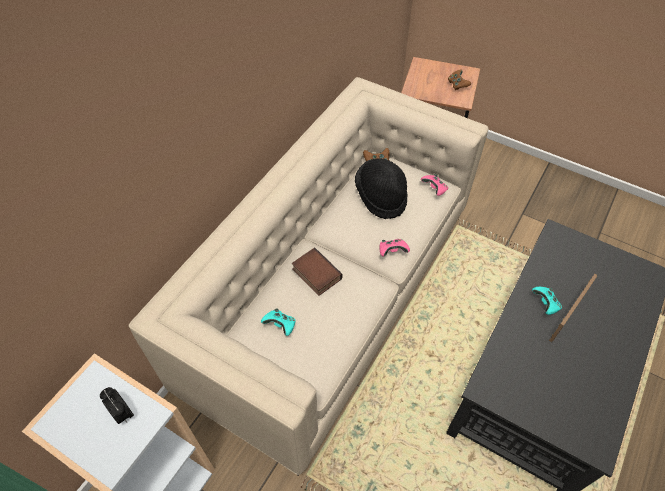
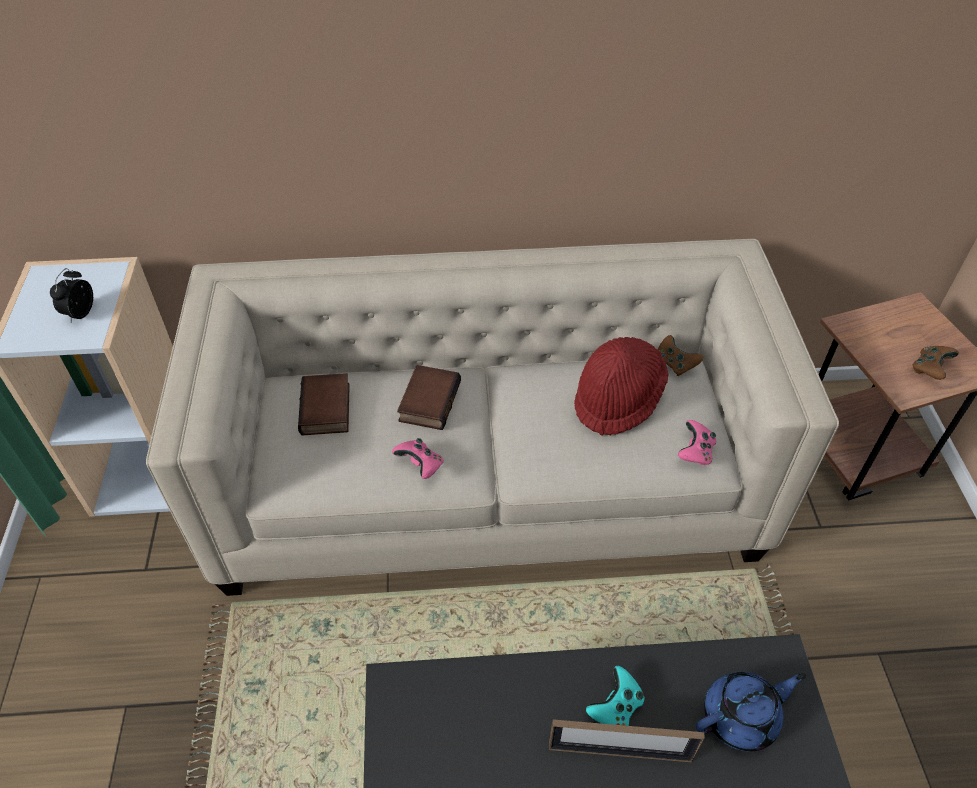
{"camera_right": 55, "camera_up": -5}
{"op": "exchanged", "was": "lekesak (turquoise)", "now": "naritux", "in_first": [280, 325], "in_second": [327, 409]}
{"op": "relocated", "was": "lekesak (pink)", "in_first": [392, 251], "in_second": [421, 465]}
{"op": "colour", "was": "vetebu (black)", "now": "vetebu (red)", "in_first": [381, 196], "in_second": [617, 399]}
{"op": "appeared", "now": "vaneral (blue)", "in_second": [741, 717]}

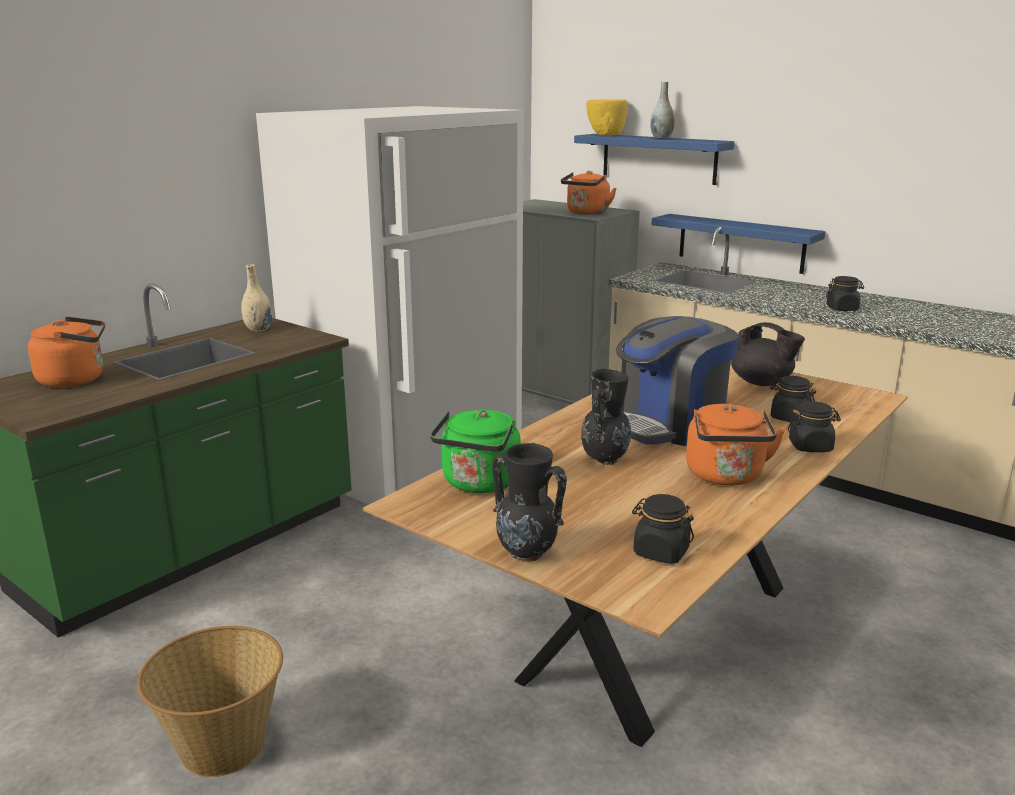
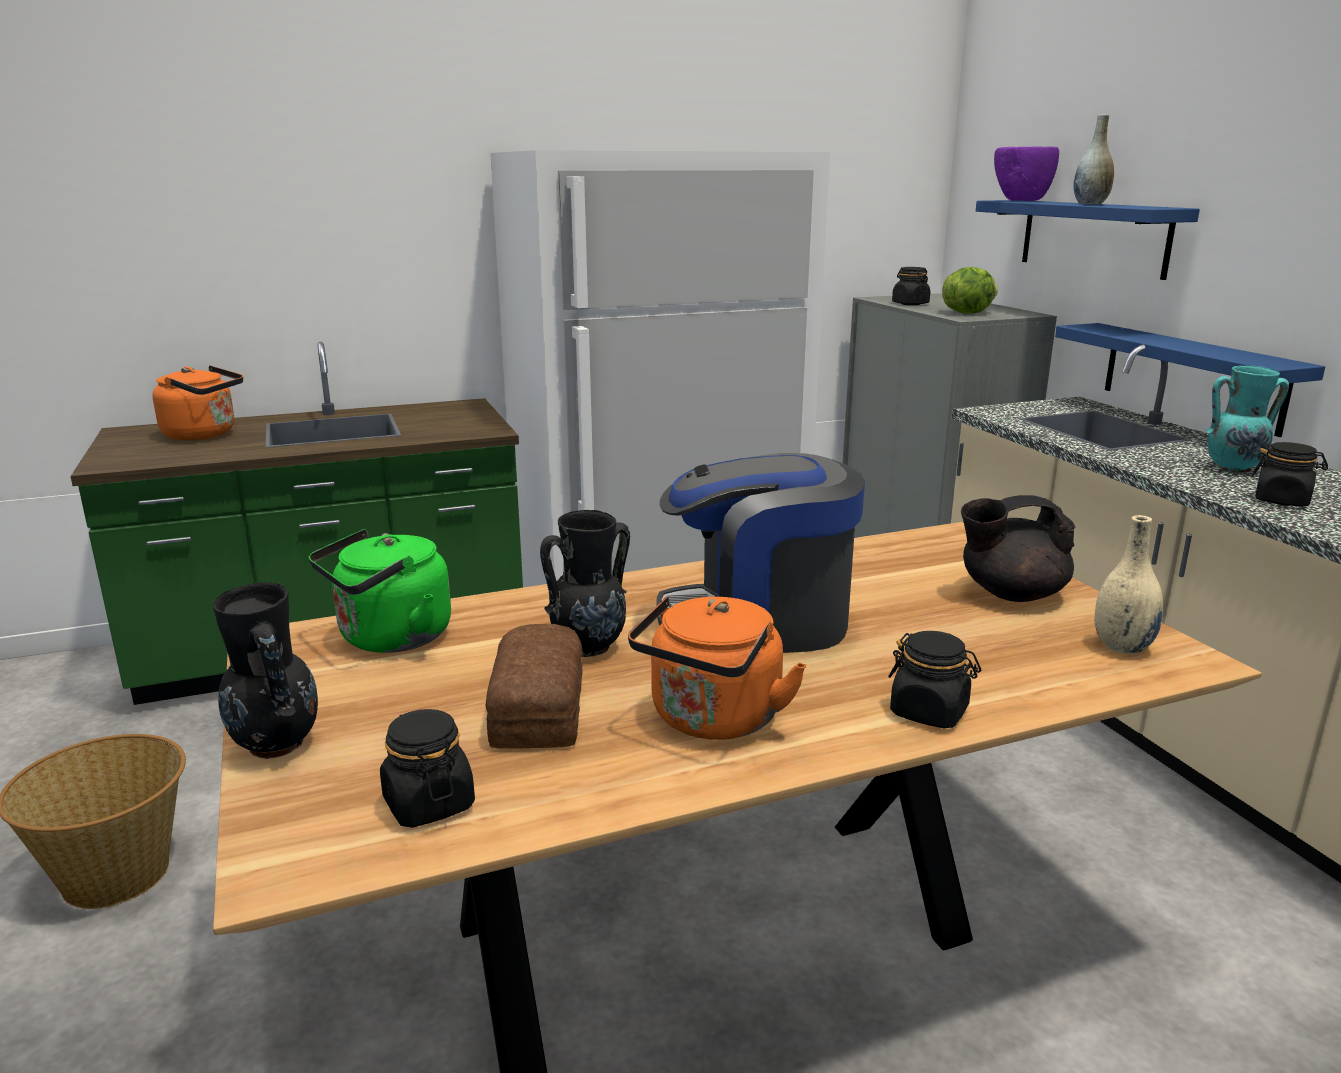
{"camera_right": 30, "camera_up": 0}
{"op": "appeared", "now": "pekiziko", "in_second": [541, 708]}
{"op": "relocated", "was": "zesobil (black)", "in_first": [790, 418], "in_second": [910, 304]}
{"op": "exchanged", "was": "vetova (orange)", "now": "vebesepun", "in_first": [587, 213], "in_second": [966, 313]}
{"op": "spun", "was": "vaneral (black)", "in_first": [762, 383], "in_second": [1010, 594], "clockwise": 105}
{"op": "colour", "was": "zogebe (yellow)", "now": "zogebe (purple)", "in_first": [605, 135], "in_second": [1021, 201]}
{"op": "relocated", "was": "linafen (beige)", "in_first": [258, 329], "in_second": [1122, 647]}
{"op": "appeared", "now": "linafen (turquoise)", "in_second": [1234, 469]}

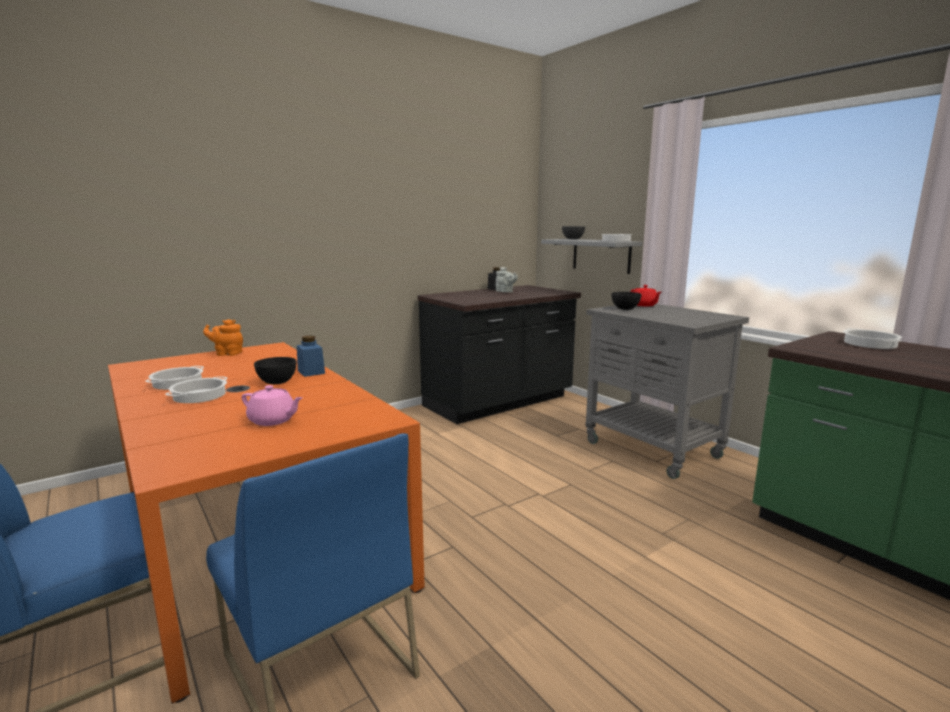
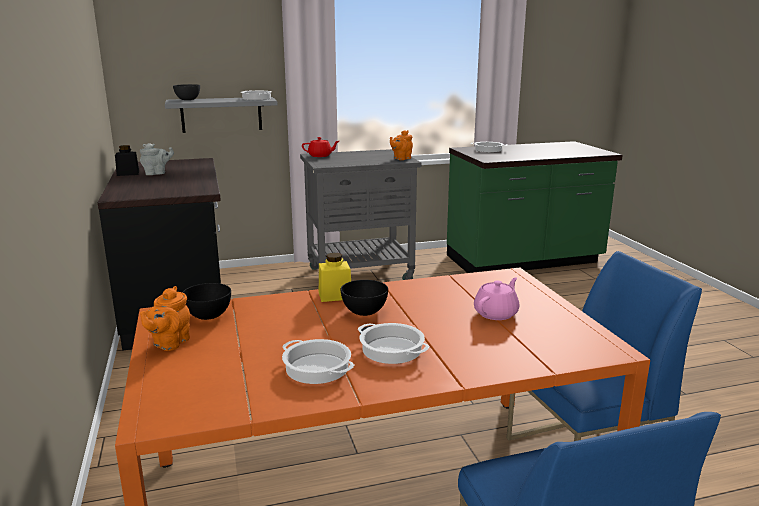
{"camera_right": -70, "camera_up": 5}
{"op": "relocated", "was": "zogebe (black)", "in_first": [625, 309], "in_second": [208, 315]}
{"op": "colour", "was": "zesobil (blue)", "now": "zesobil (yellow)", "in_first": [311, 372], "in_second": [335, 295]}
{"op": "appeared", "now": "vaneral (orange)", "in_second": [401, 158]}

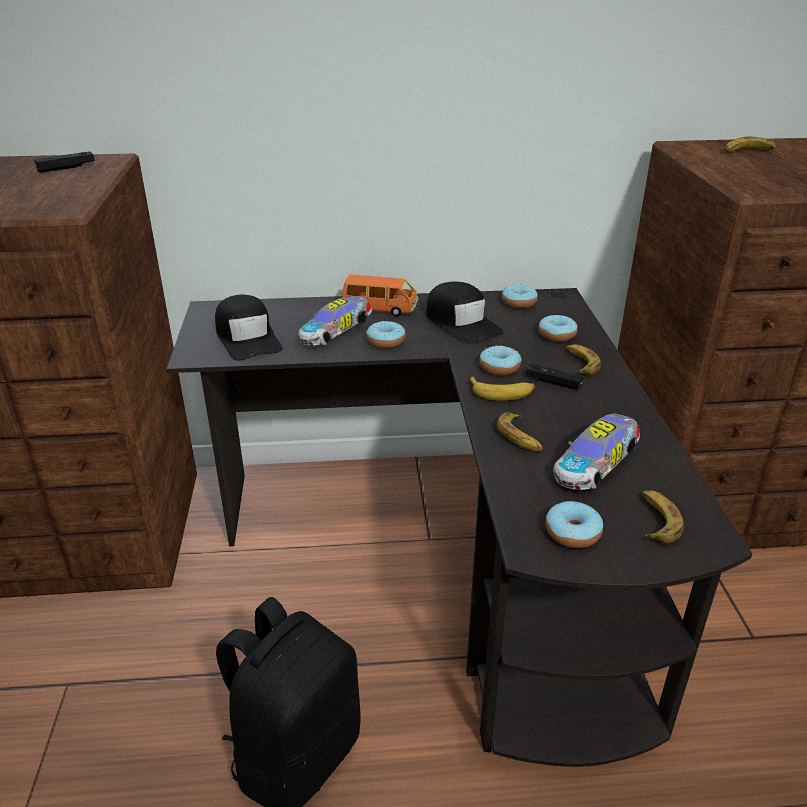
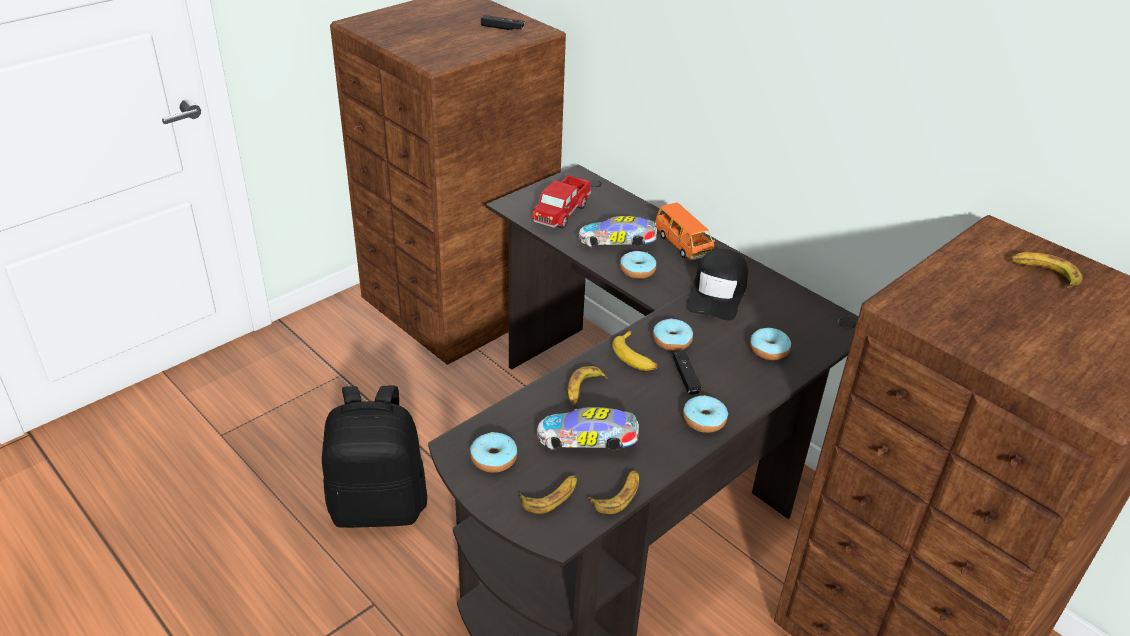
{"camera_right": 50, "camera_up": 5}
{"op": "exchanged", "was": "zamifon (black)", "now": "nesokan", "in_first": [247, 338], "in_second": [561, 212]}
{"op": "relocated", "was": "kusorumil", "in_first": [580, 363], "in_second": [617, 495]}
{"op": "relocated", "was": "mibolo", "in_first": [519, 302], "in_second": [704, 420]}

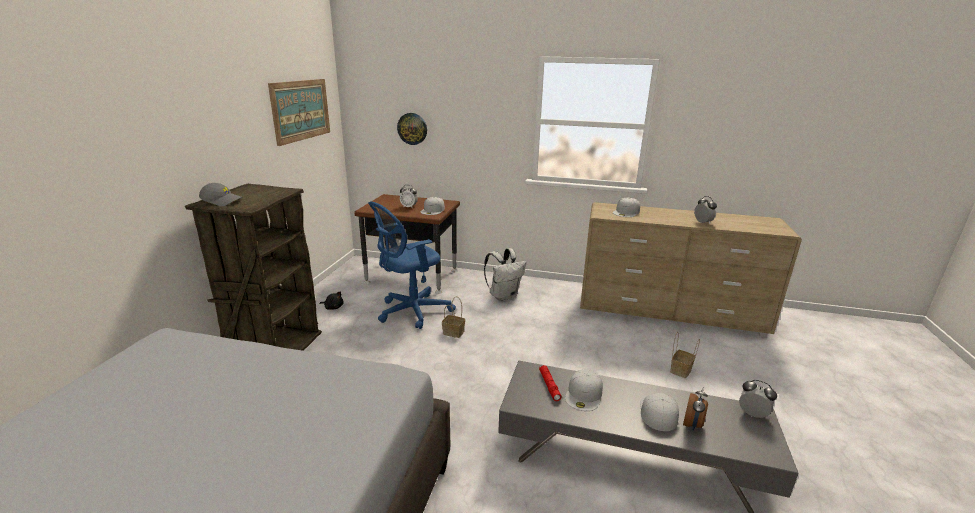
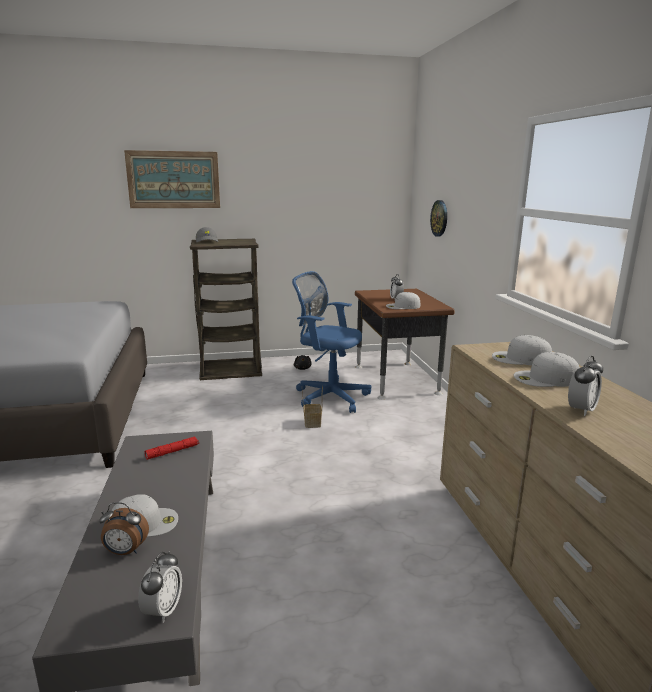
{"camera_right": 65, "camera_up": -5}
{"op": "relocated", "was": "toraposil", "in_first": [301, 110], "in_second": [173, 180]}
{"op": "relocated", "was": "zamifon (white)", "in_first": [584, 395], "in_second": [546, 378]}
{"op": "missing", "was": "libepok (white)", "in_first": [503, 295]}
{"op": "missing", "was": "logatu", "in_first": [680, 370]}

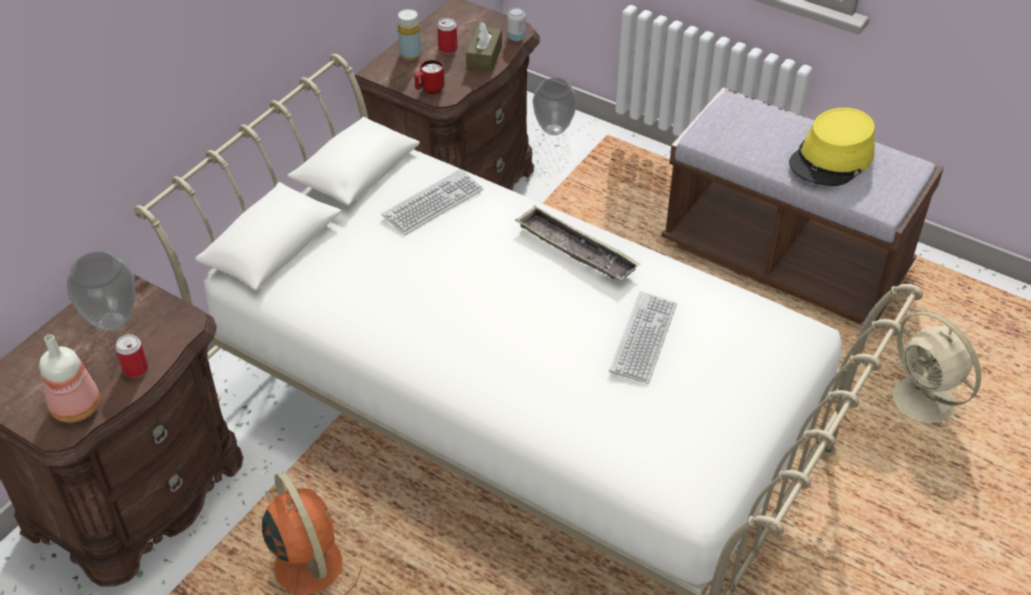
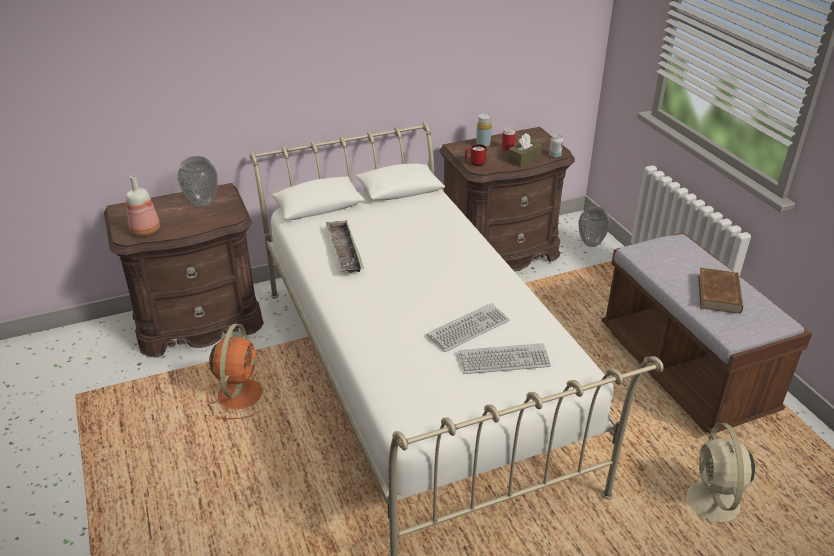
{"camera_right": 35, "camera_up": -10}
{"op": "relocated", "was": "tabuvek", "in_first": [576, 250], "in_second": [344, 250]}
{"op": "relocated", "was": "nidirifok", "in_first": [433, 203], "in_second": [504, 360]}
{"op": "exchanged", "was": "vetebu (yellow)", "now": "naritux (brown)", "in_first": [832, 159], "in_second": [719, 294]}
{"op": "missing", "was": "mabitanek", "in_first": [136, 369]}

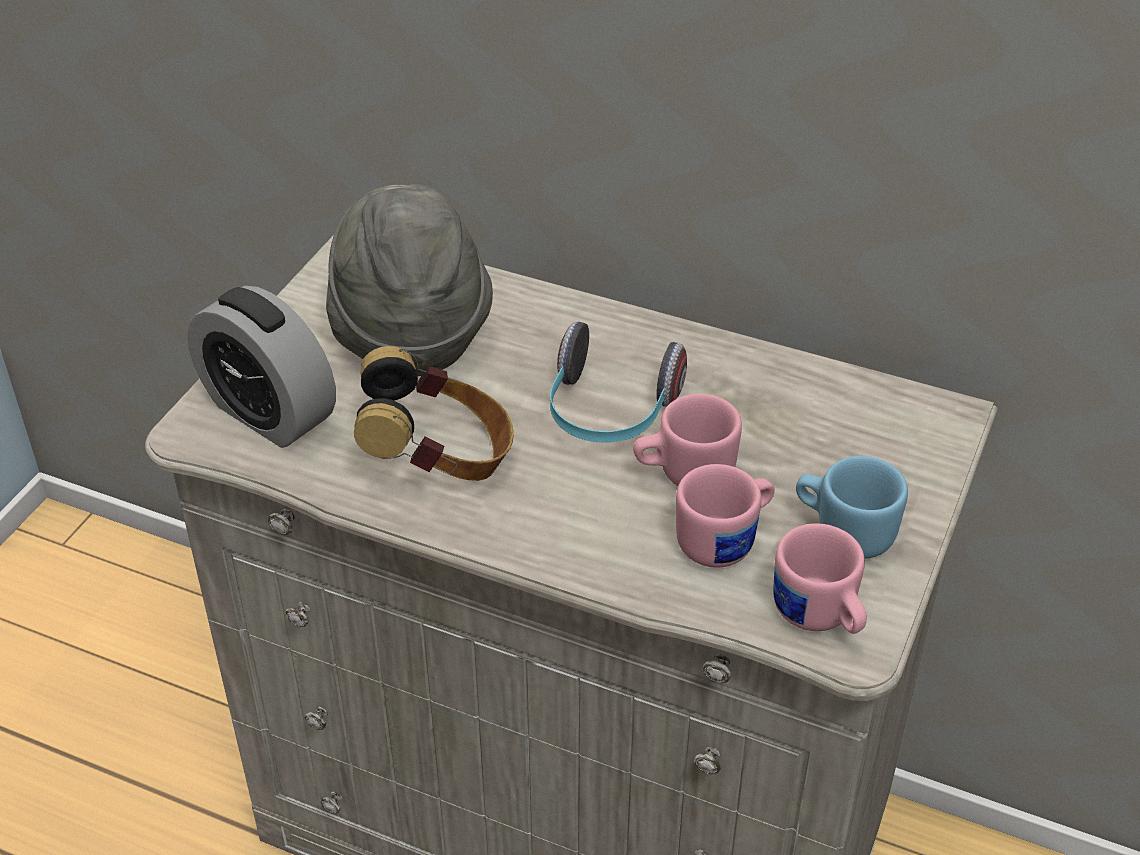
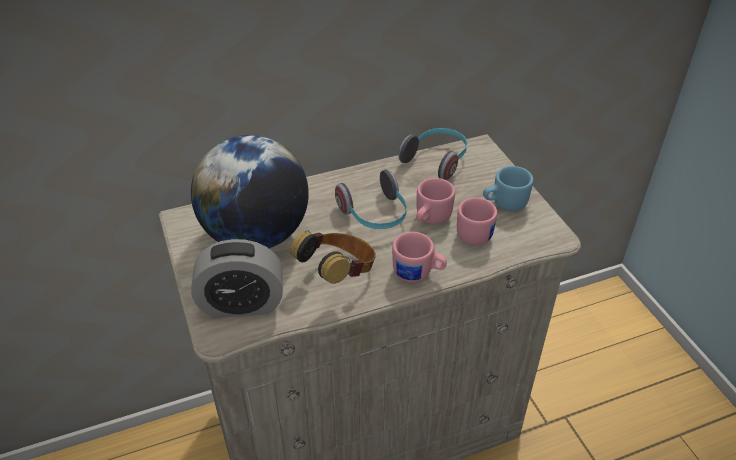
{"camera_right": -45, "camera_up": 0}
{"op": "exchanged", "was": "vetebu (grey)", "now": "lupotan", "in_first": [410, 335], "in_second": [257, 235]}
{"op": "relocated", "was": "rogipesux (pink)", "in_first": [819, 617], "in_second": [418, 273]}
{"op": "appeared", "now": "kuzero", "in_second": [437, 160]}

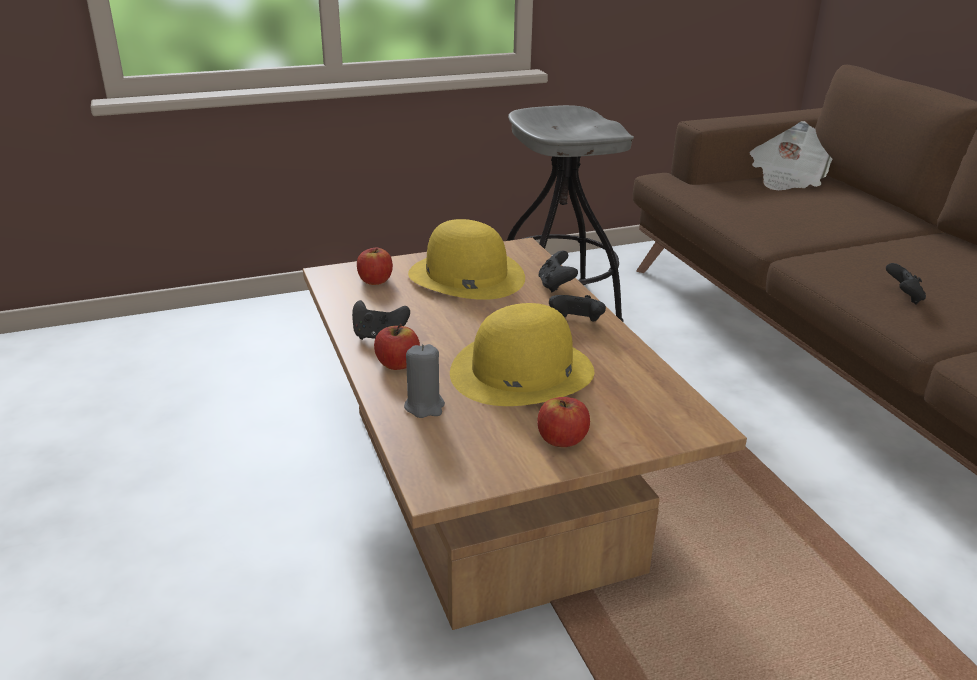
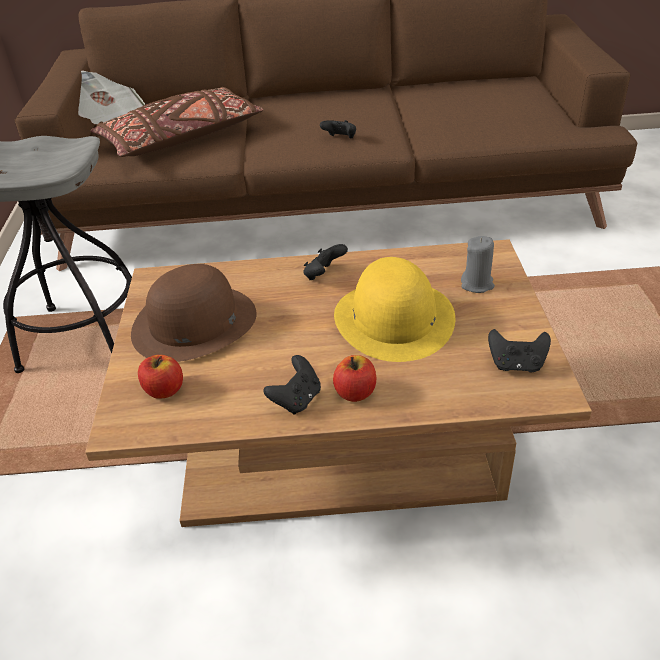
{"camera_right": -70, "camera_up": 10}
{"op": "appeared", "now": "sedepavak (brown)", "in_second": [181, 138]}
{"op": "colour", "was": "vetebu (yellow)", "now": "vetebu (brown)", "in_first": [465, 276], "in_second": [194, 323]}
{"op": "relocated", "was": "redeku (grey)", "in_first": [424, 406], "in_second": [477, 284]}
{"op": "relocated", "was": "lekesak (black)", "in_first": [555, 285], "in_second": [516, 365]}
{"op": "missing", "was": "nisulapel", "in_first": [562, 439]}

